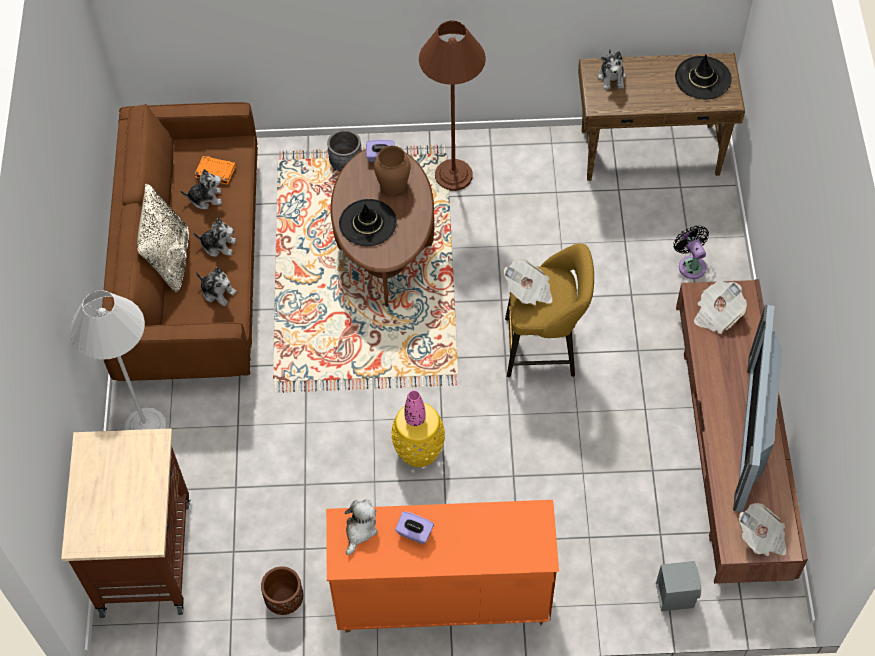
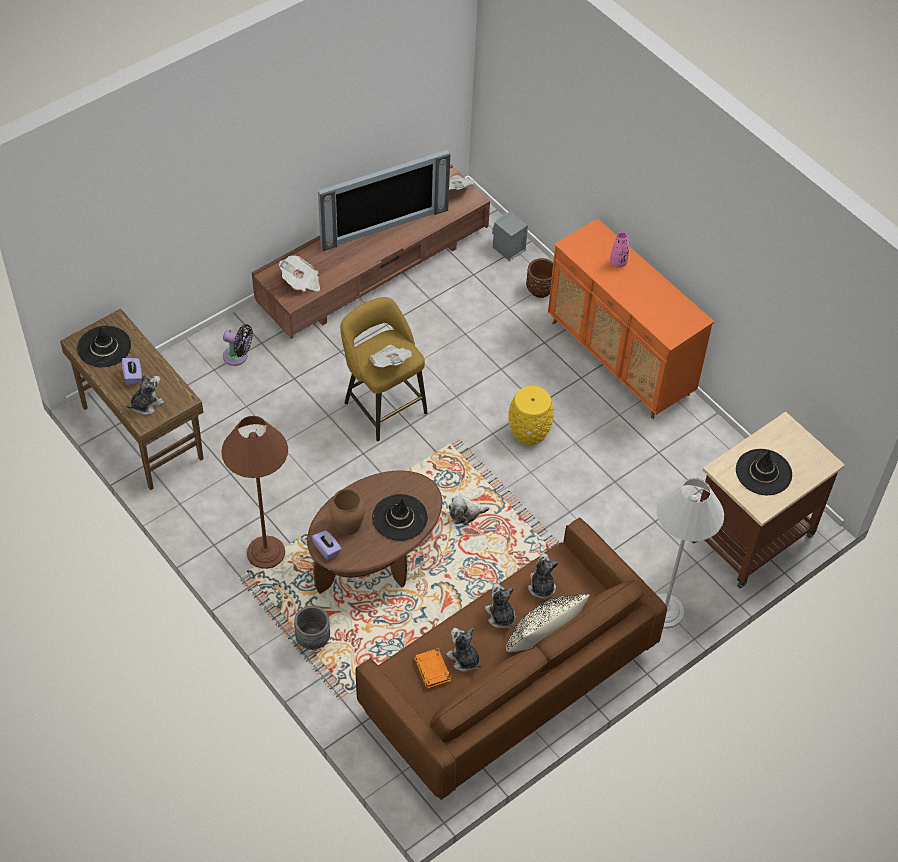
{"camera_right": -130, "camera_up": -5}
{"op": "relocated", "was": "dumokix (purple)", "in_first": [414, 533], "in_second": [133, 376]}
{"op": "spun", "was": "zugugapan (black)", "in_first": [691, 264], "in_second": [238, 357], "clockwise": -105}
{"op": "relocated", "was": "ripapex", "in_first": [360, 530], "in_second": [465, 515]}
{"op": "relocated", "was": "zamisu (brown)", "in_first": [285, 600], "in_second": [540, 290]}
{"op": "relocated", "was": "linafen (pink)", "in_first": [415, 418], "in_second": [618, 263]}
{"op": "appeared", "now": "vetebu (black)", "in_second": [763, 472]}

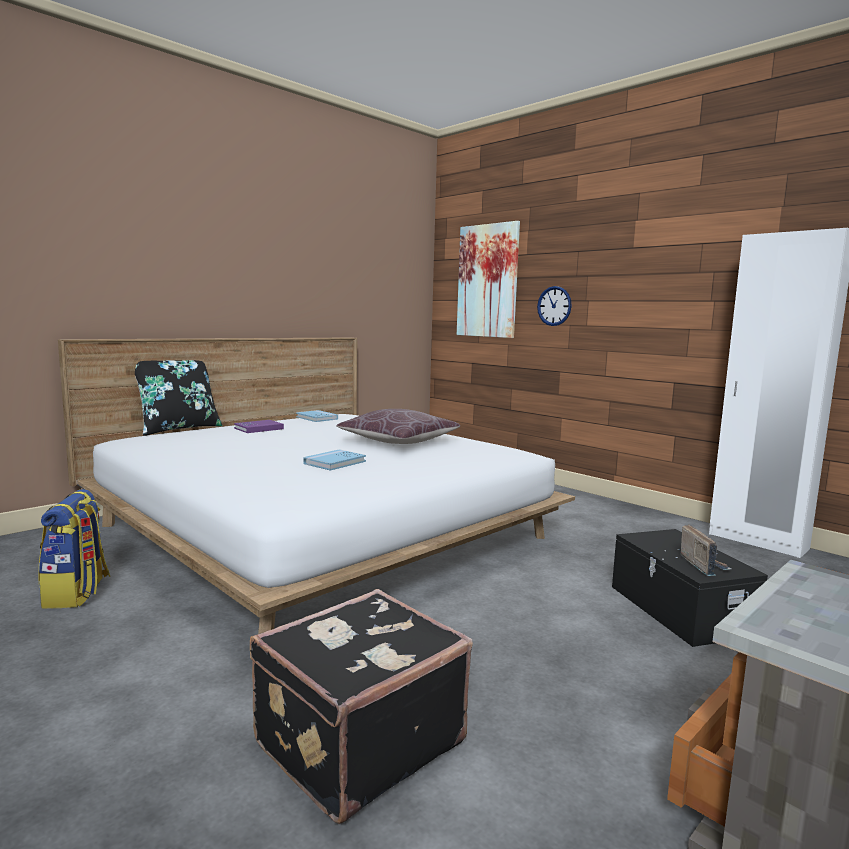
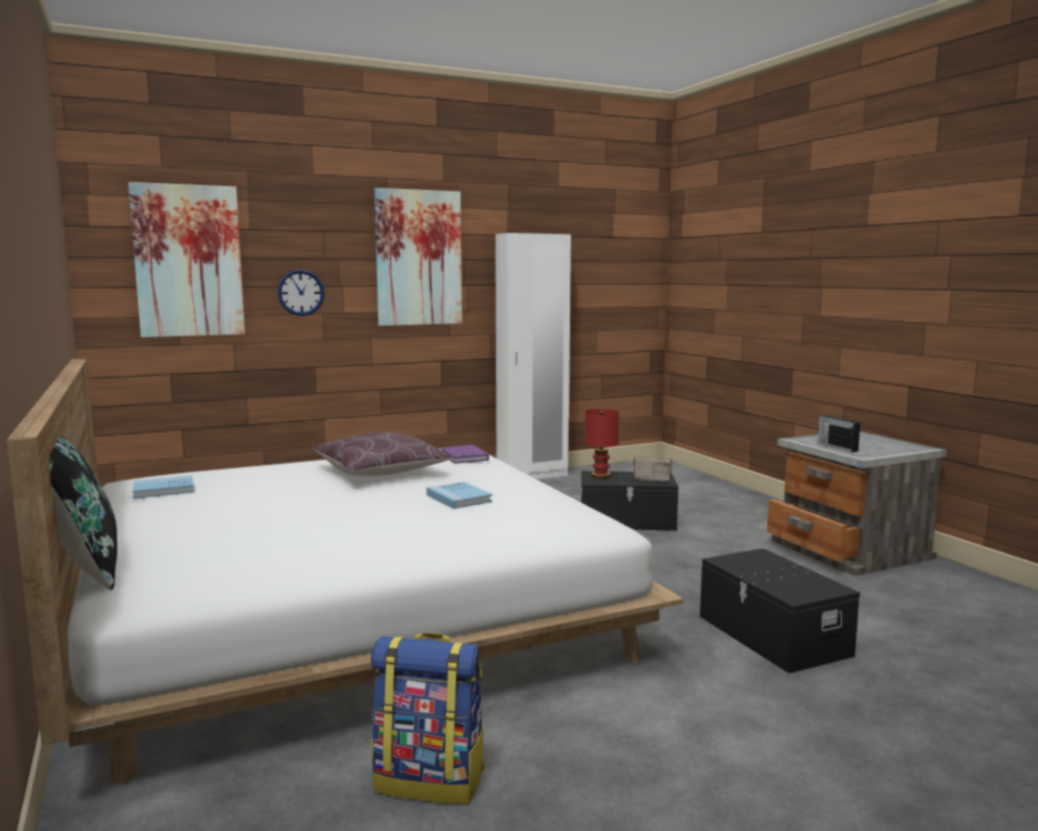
{"camera_right": -70, "camera_up": 0}
{"op": "appeared", "now": "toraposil", "in_second": [418, 258]}
{"op": "relocated", "was": "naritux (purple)", "in_first": [259, 428], "in_second": [464, 457]}
{"op": "appeared", "now": "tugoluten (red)", "in_second": [600, 476]}
{"op": "exchanged", "was": "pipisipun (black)", "now": "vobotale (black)", "in_first": [356, 741], "in_second": [772, 636]}
{"op": "appeared", "now": "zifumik", "in_second": [836, 447]}

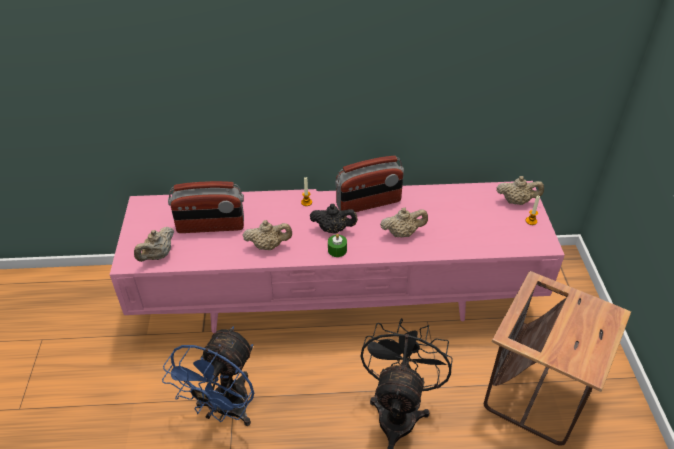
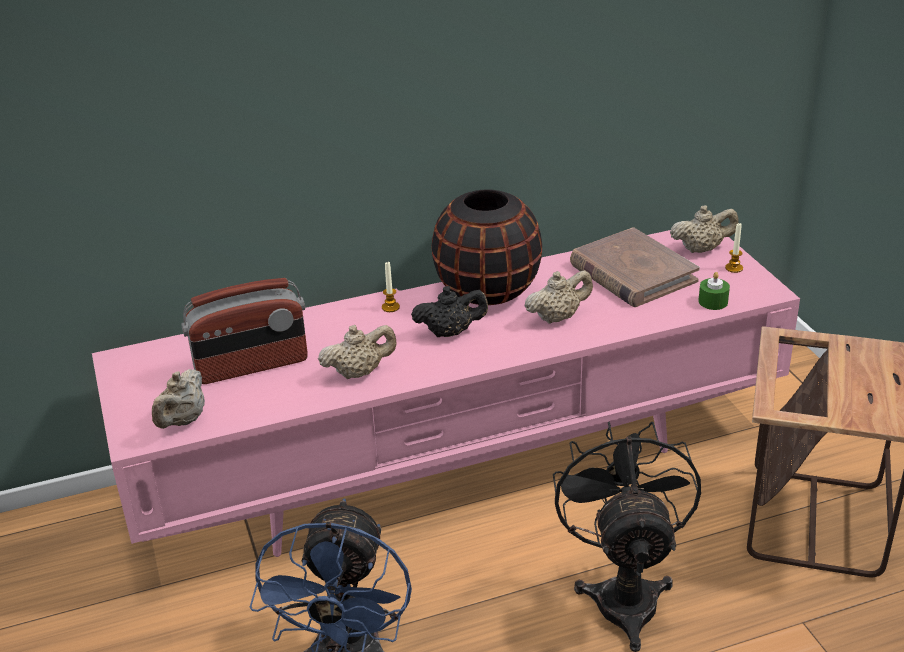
{"camera_right": -15, "camera_up": -10}
{"op": "exchanged", "was": "zifumik", "now": "linafen (black)", "in_first": [368, 203], "in_second": [487, 291]}
{"op": "appeared", "now": "naritux (brown)", "in_second": [632, 273]}
{"op": "relocated", "was": "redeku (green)", "in_first": [337, 250], "in_second": [713, 302]}

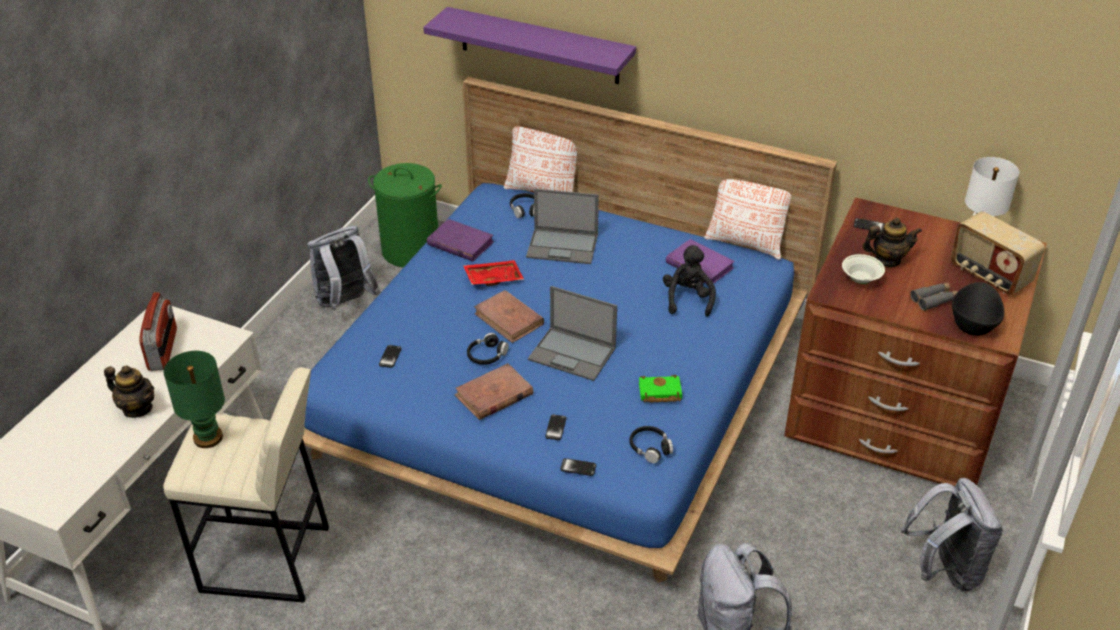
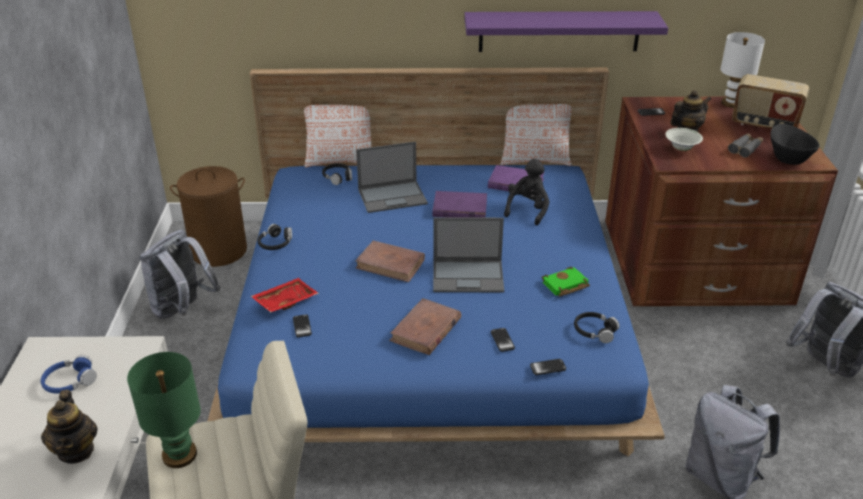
{"camera_right": -25, "camera_up": -5}
{"op": "exchanged", "was": "zifumik", "now": "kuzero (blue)", "in_first": [163, 350], "in_second": [70, 382]}
{"op": "spun", "was": "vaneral", "in_first": [137, 408], "in_second": [76, 451], "clockwise": 75}
{"op": "colour", "was": "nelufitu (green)", "now": "nelufitu (brown)", "in_first": [411, 250], "in_second": [219, 251]}
{"op": "relocated", "was": "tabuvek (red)", "in_first": [493, 278], "in_second": [285, 301]}
{"op": "relocated", "was": "kuzero (black)", "in_first": [487, 355], "in_second": [275, 243]}
{"op": "relocated", "was": "naritux (purple)", "in_first": [460, 243], "in_second": [459, 208]}
{"op": "relocated", "was": "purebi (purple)", "in_first": [539, 46], "in_second": [559, 31]}
{"op": "spun", "was": "ripapex (black)", "in_first": [688, 299], "in_second": [527, 210], "clockwise": 45}

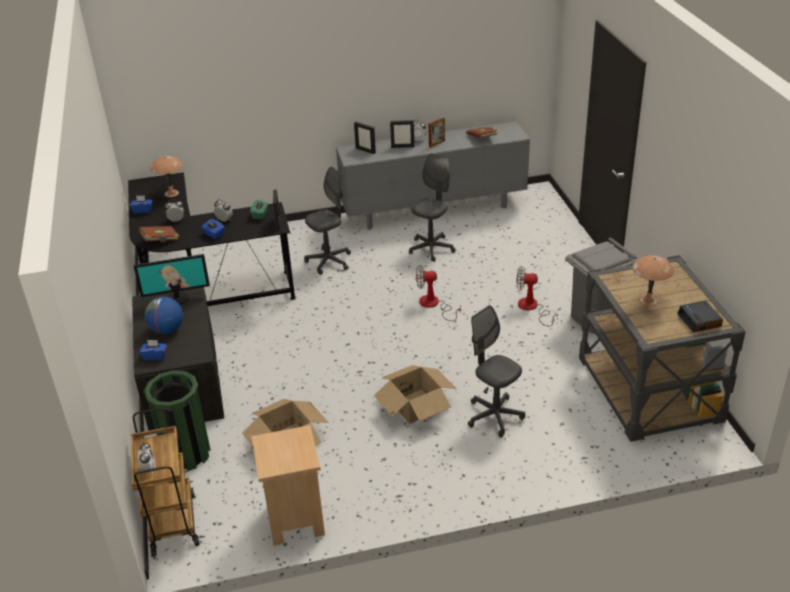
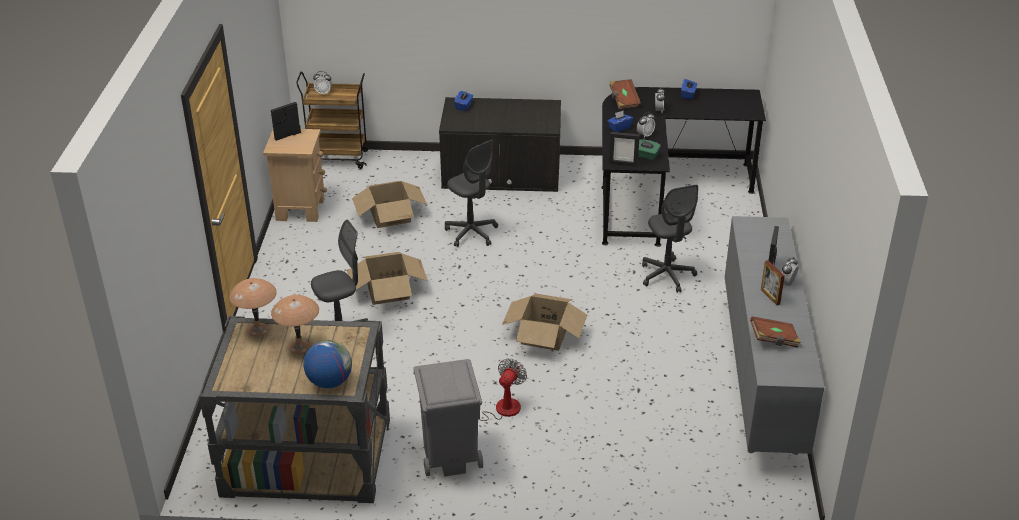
{"camera_right": 105, "camera_up": 0}
{"op": "relocated", "was": "tugoluten (brown)", "in_first": [172, 193], "in_second": [258, 330]}
{"op": "relocated", "was": "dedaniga", "in_first": [366, 150], "in_second": [287, 136]}
{"op": "relocated", "was": "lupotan", "in_first": [167, 330], "in_second": [329, 382]}
{"op": "relocated", "was": "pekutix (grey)", "in_first": [431, 249], "in_second": [471, 233]}
{"op": "exchanged", "was": "zugugapan", "now": "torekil", "in_first": [433, 305], "in_second": [544, 335]}
{"op": "missing", "was": "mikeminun", "in_first": [177, 298]}
{"op": "missing", "was": "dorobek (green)", "in_first": [186, 454]}
{"op": "missing", "was": "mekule", "in_first": [699, 321]}

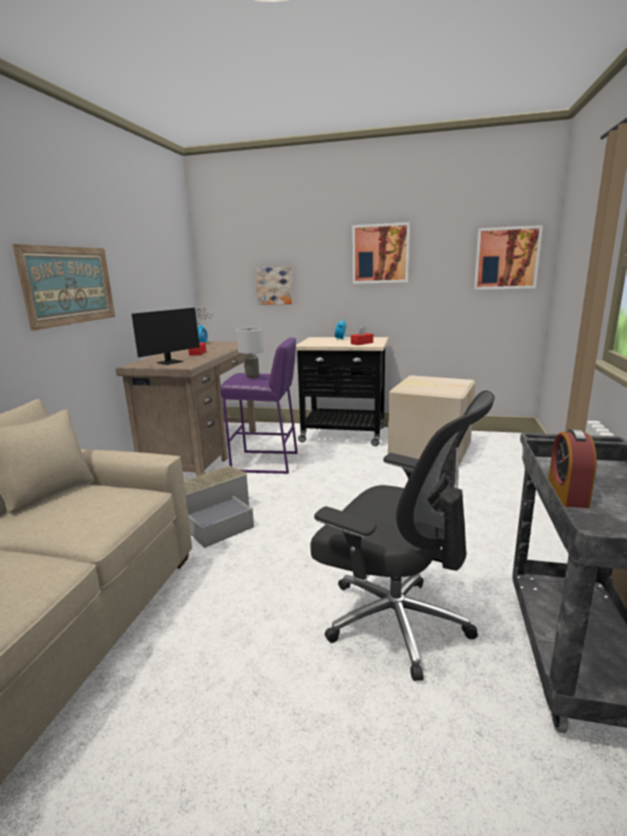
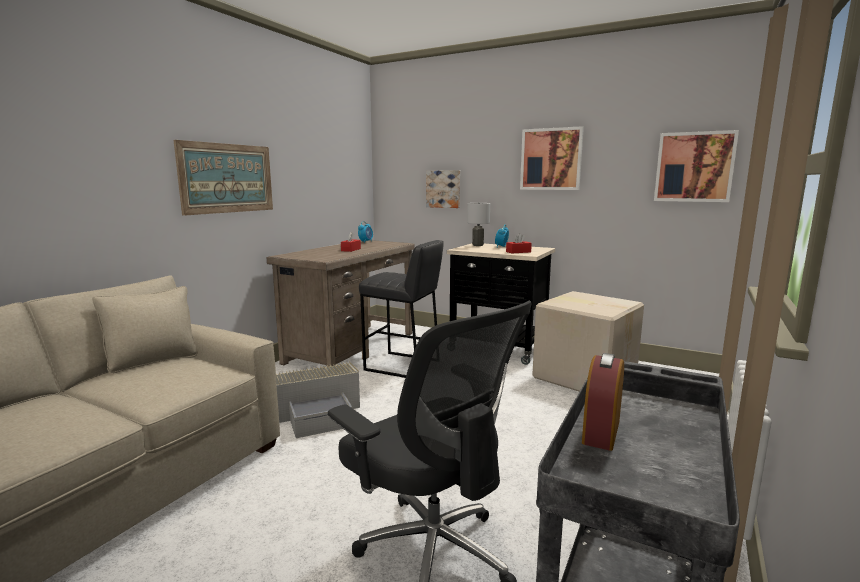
{"camera_right": 15, "camera_up": -5}
{"op": "colour", "was": "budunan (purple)", "now": "budunan (grey)", "in_first": [266, 462], "in_second": [403, 366]}
{"op": "relocated", "was": "tugoluten (white)", "in_first": [253, 377], "in_second": [477, 245]}
{"op": "missing", "was": "mikeminun", "in_first": [173, 361]}

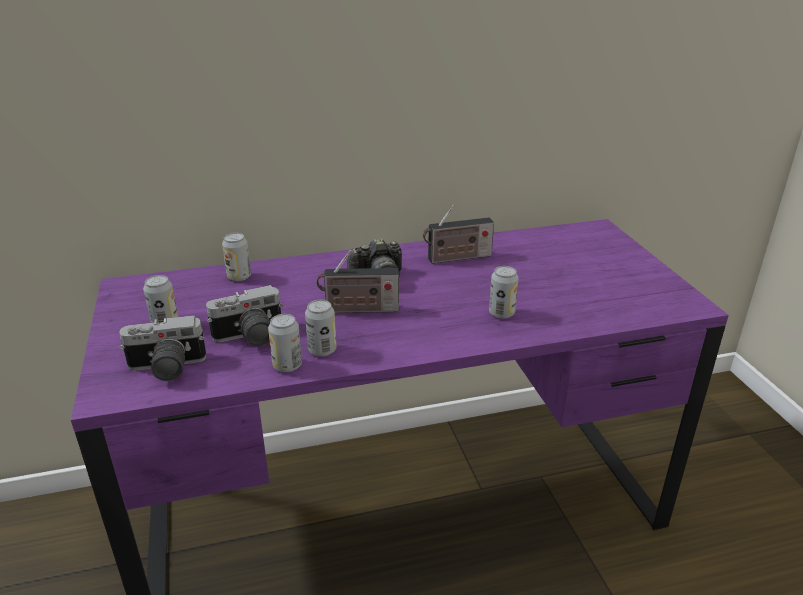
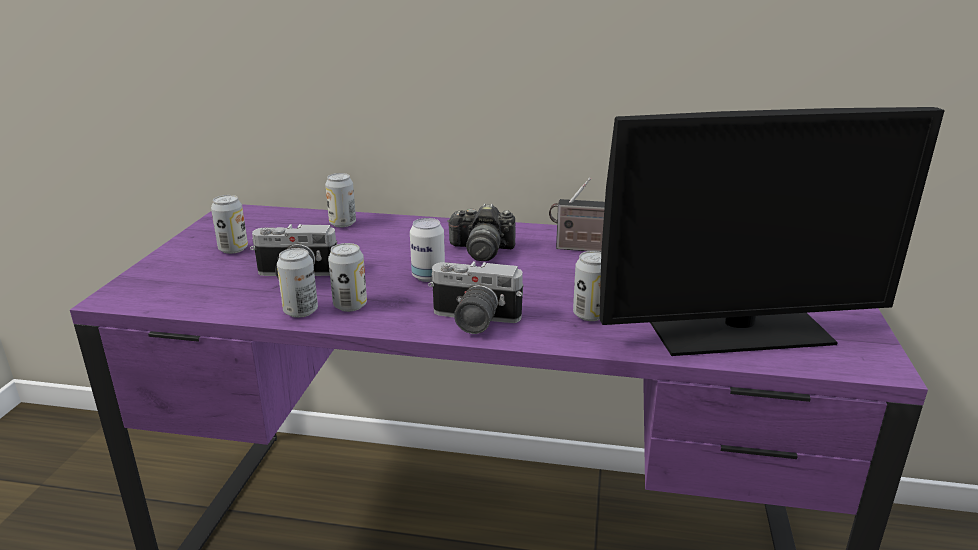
{"camera_right": 25, "camera_up": -5}
{"op": "exchanged", "was": "zifumik", "now": "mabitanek", "in_first": [358, 310], "in_second": [428, 276]}
{"op": "relocated", "was": "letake", "in_first": [166, 369], "in_second": [472, 321]}
{"op": "appeared", "now": "mikeminun", "in_second": [738, 331]}

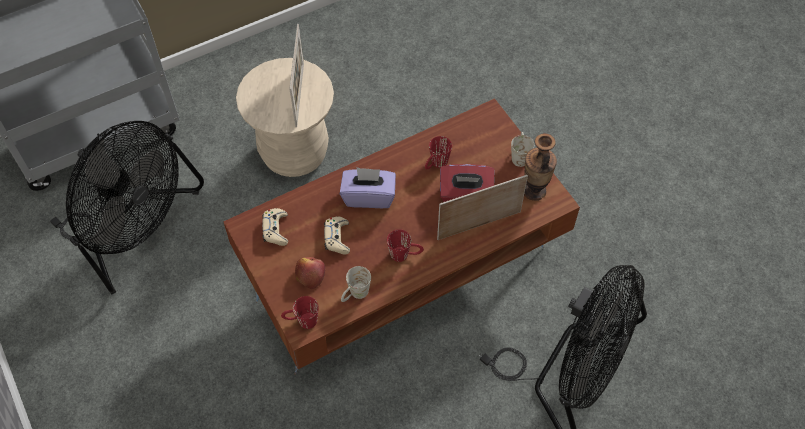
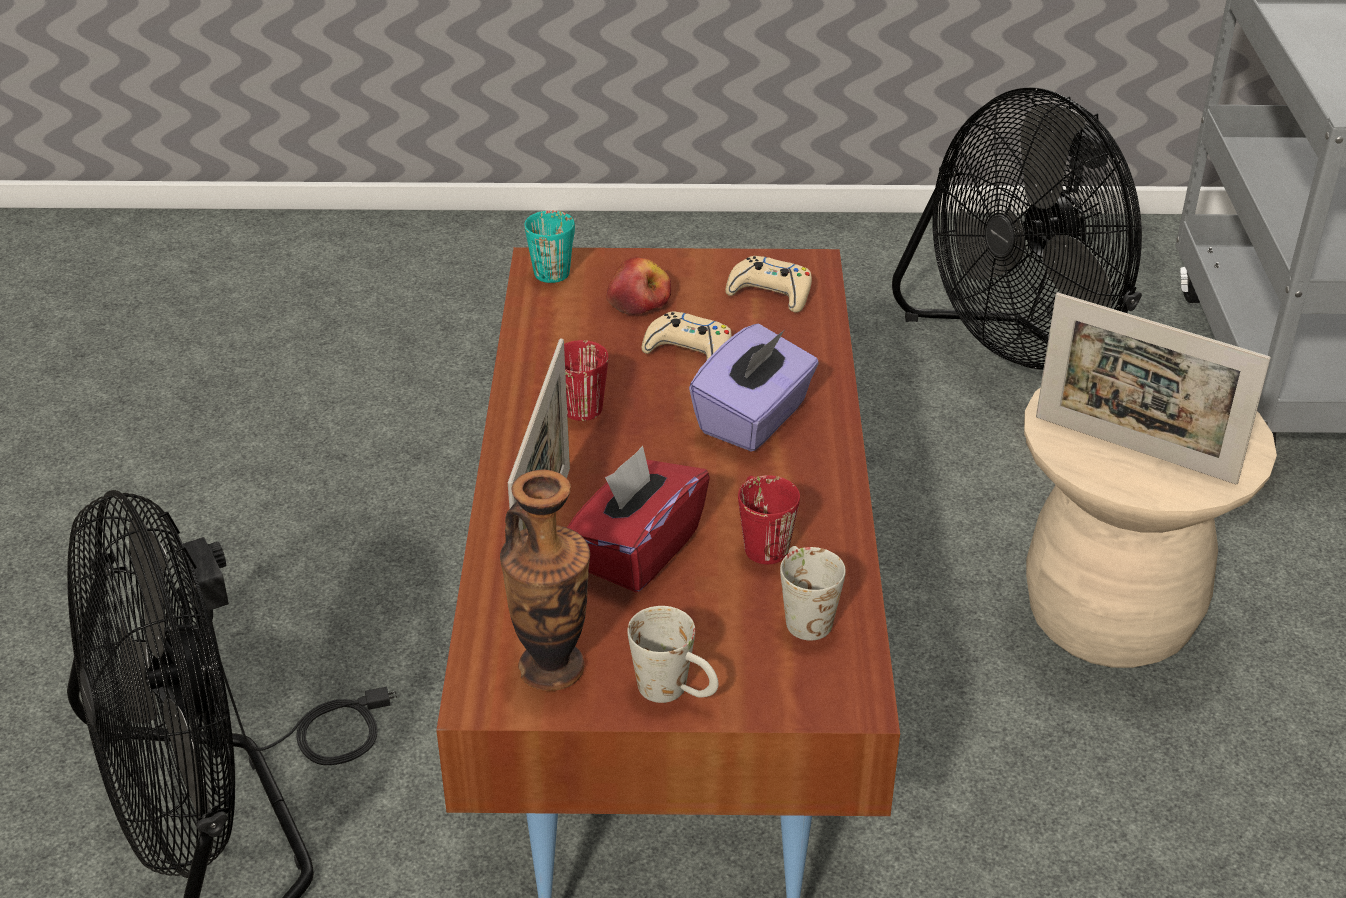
{"camera_right": 120, "camera_up": -20}
{"op": "colour", "was": "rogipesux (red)", "now": "rogipesux (turquoise)", "in_first": [301, 321], "in_second": [557, 267]}
{"op": "relocated", "was": "rogipesux (white)", "in_first": [355, 295], "in_second": [802, 614]}

